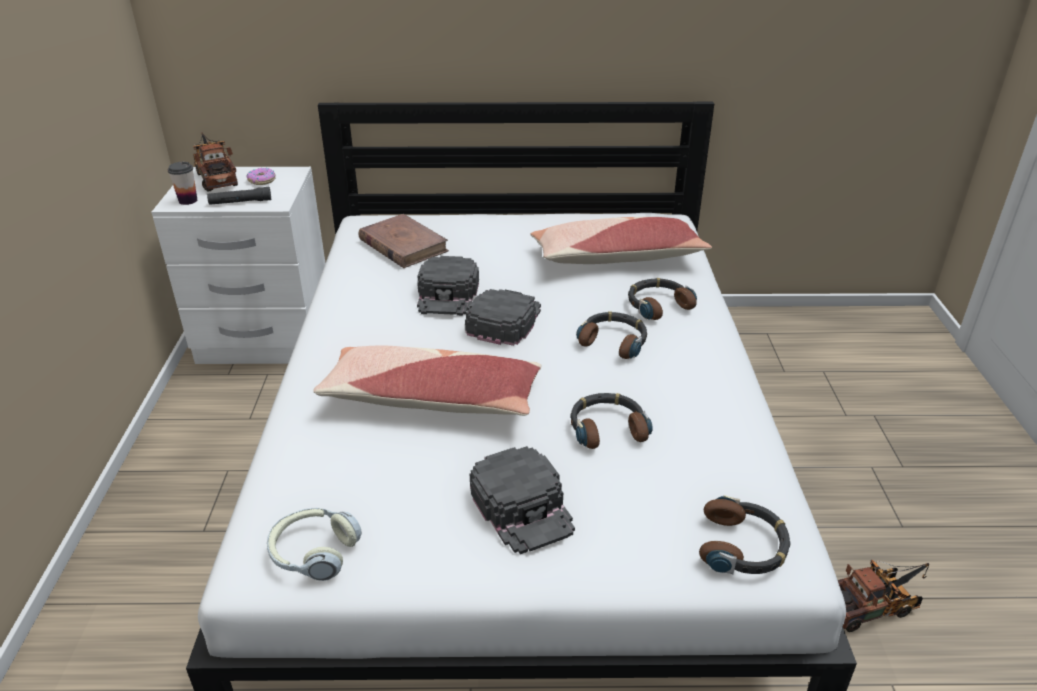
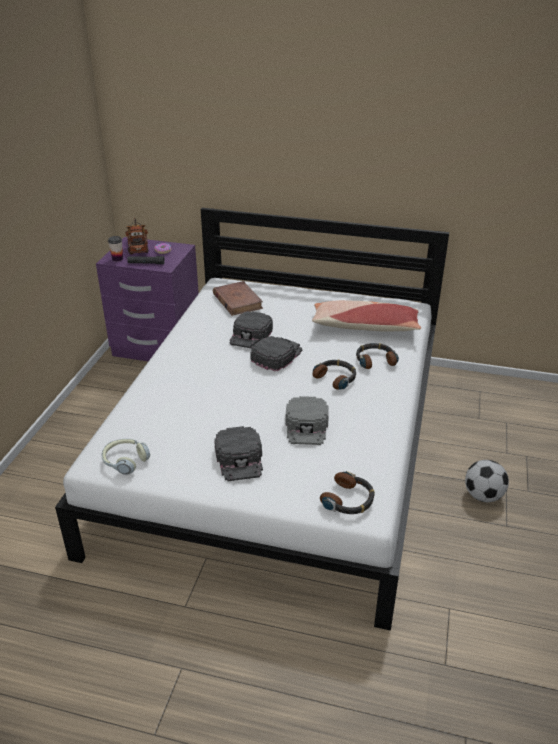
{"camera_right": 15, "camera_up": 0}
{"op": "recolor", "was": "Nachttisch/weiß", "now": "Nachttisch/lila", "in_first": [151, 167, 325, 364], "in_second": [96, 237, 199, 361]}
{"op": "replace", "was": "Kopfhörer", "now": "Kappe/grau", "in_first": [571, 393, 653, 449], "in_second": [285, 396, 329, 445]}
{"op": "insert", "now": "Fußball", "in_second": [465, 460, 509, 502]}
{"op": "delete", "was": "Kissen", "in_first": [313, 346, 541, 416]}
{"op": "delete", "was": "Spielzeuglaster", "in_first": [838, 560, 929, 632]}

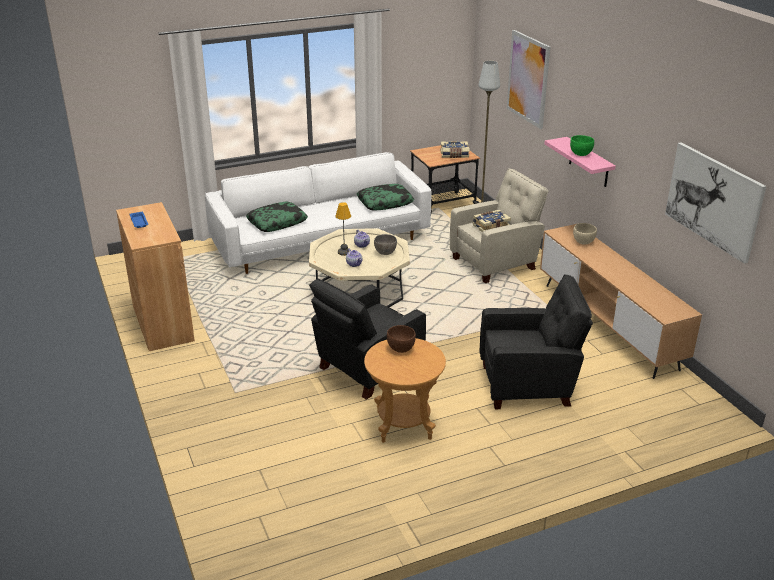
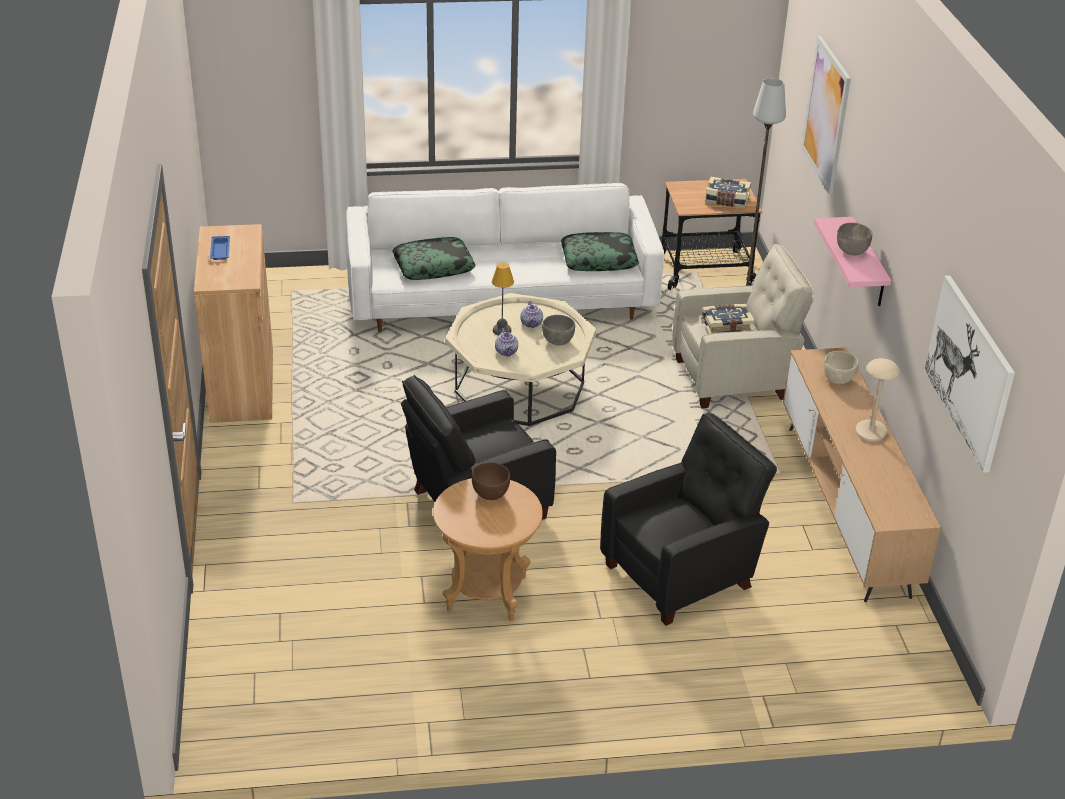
{"camera_right": 15, "camera_up": 5}
{"op": "rotate", "was": "Sessel/schwarz", "in_first": [480, 274, 593, 409], "in_second": [600, 413, 777, 626], "clockwise": -45}
{"op": "recolor", "was": "Schüssel/grün", "now": "Schüssel/grau", "in_first": [570, 135, 594, 156], "in_second": [837, 223, 872, 255]}
{"op": "insert", "now": "Tischlampe/beige", "in_second": [856, 358, 900, 442]}

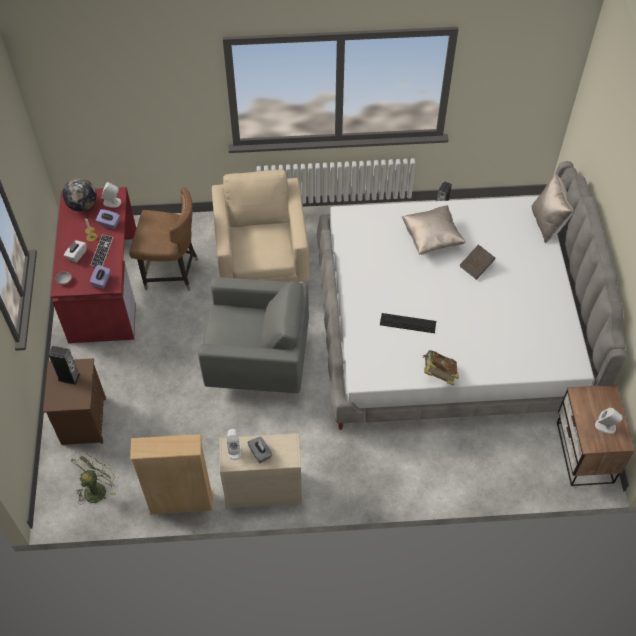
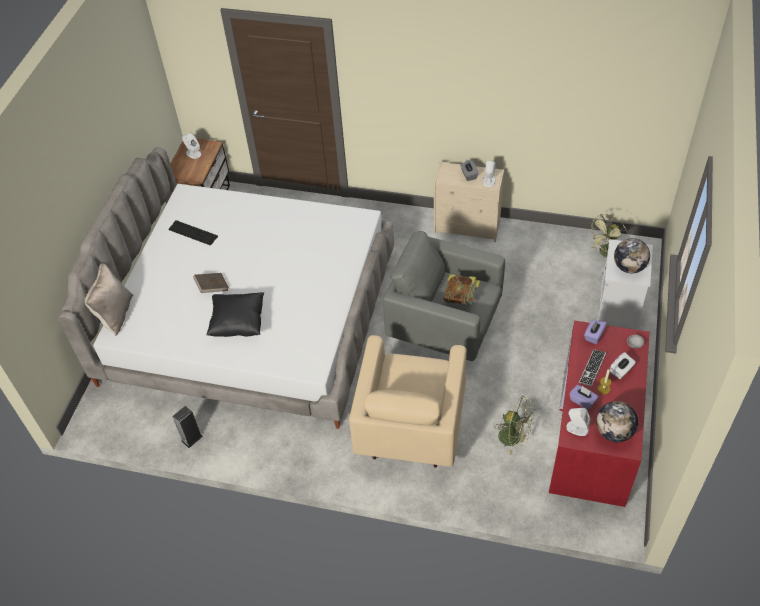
{"camera_right": -160, "camera_up": -5}
{"op": "move", "was": "Tastatur", "in_first": [380, 313, 436, 333], "in_second": [168, 220, 218, 246]}
{"op": "recolor", "was": "Kissen/beige", "now": "Kissen/schwarz", "in_first": [402, 205, 466, 255], "in_second": [206, 292, 264, 337]}
{"op": "move", "was": "Buch", "in_first": [423, 350, 459, 386], "in_second": [443, 274, 480, 305]}
{"op": "replace", "was": "Stuhl/braun", "now": "Ventilator/grün", "in_first": [129, 187, 198, 291], "in_second": [495, 396, 536, 455]}
{"op": "recolor", "was": "Nachttisch/braun", "now": "Nachttisch/weiß", "in_first": [43, 358, 106, 445], "in_second": [597, 239, 653, 329]}
{"op": "replace", "was": "Lautsprecher", "now": "Globus", "in_first": [49, 346, 80, 385], "in_second": [614, 238, 650, 273]}
{"op": "delete", "was": "Bücherregal/beige", "in_first": [130, 434, 213, 515]}

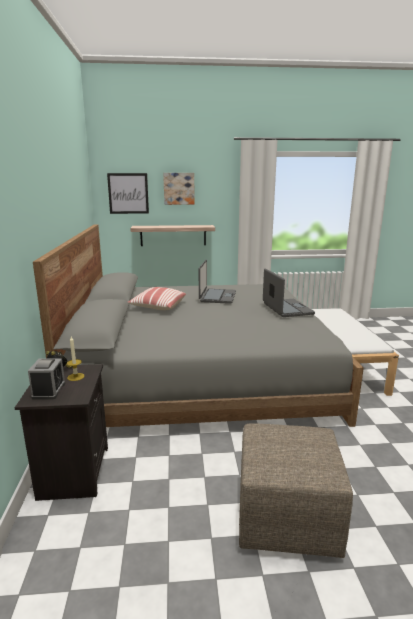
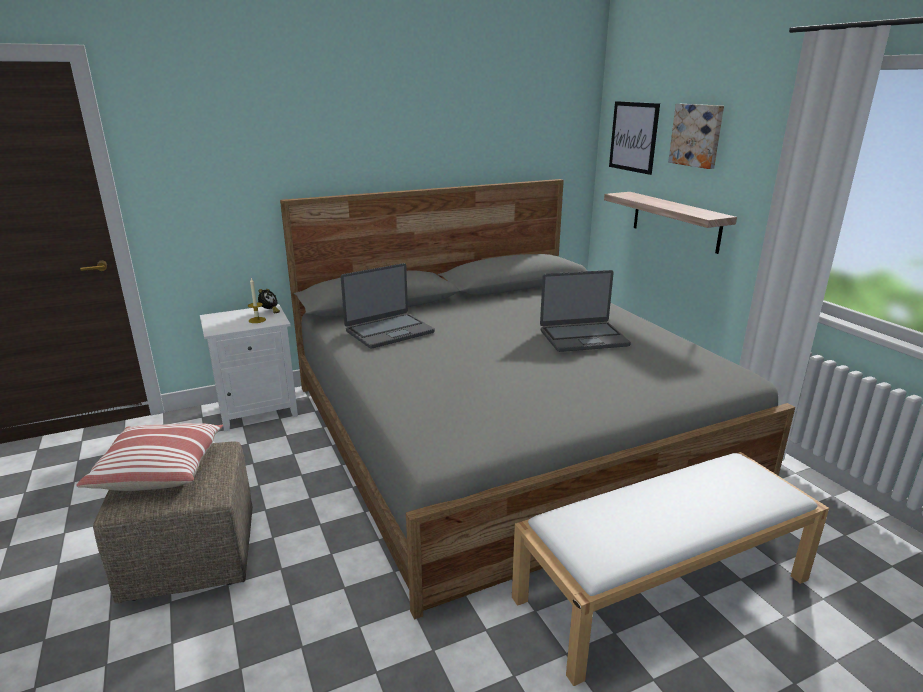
{"camera_right": 70, "camera_up": 5}
{"op": "move", "was": "Kissen", "in_first": [128, 287, 186, 310], "in_second": [76, 423, 223, 491]}
{"op": "recolor", "was": "Nachttisch/schwarz", "now": "Nachttisch/weiß", "in_first": [15, 364, 108, 501], "in_second": [200, 304, 298, 432]}
{"op": "move", "was": "Laptop", "in_first": [263, 268, 315, 317], "in_second": [341, 263, 435, 349]}
{"op": "delete", "was": "Wecker", "in_first": [28, 358, 66, 400]}

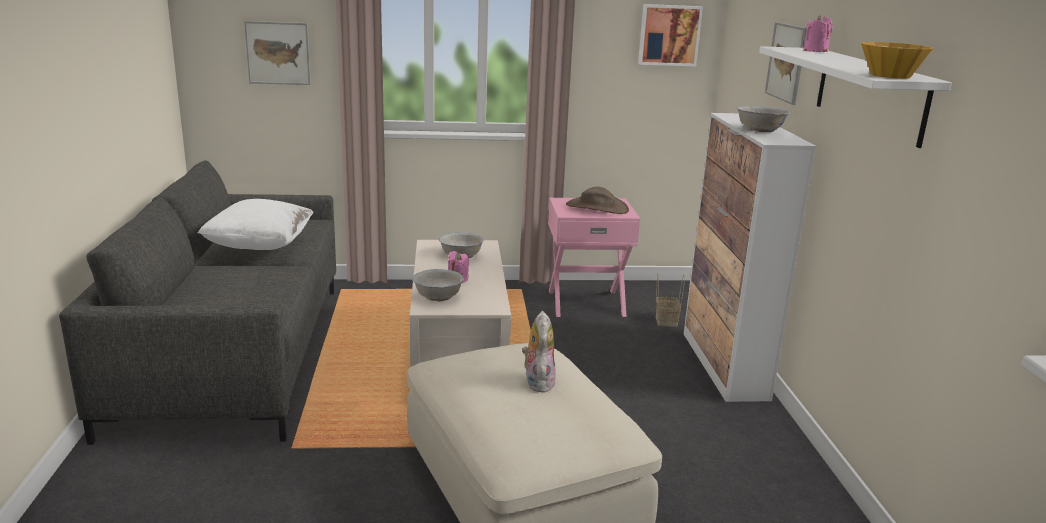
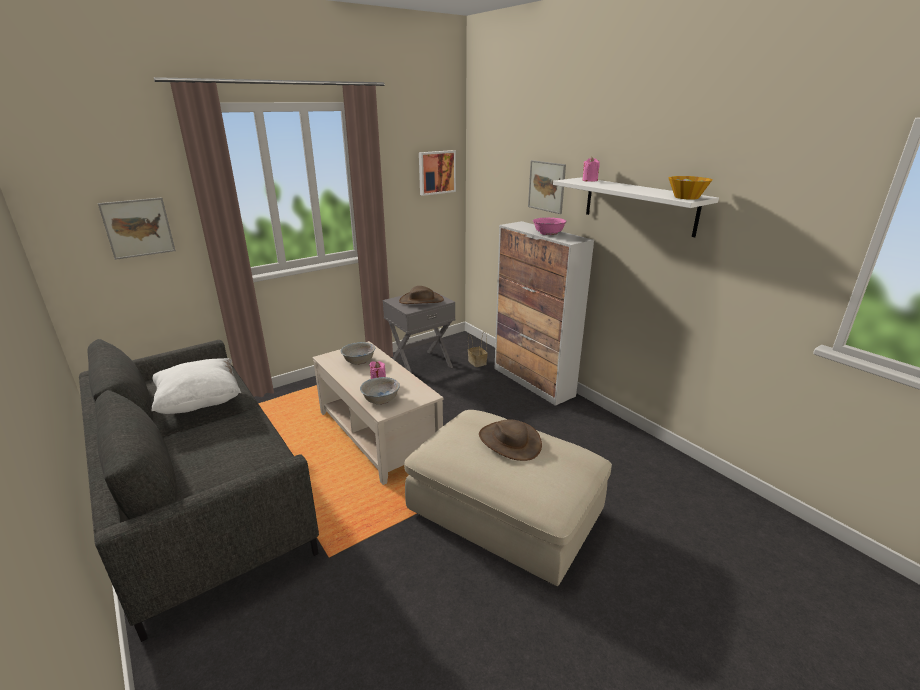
{"camera_right": -30, "camera_up": 5}
{"op": "recolor", "was": "Nachttisch/rosa", "now": "Nachttisch/grau", "in_first": [548, 198, 640, 317], "in_second": [383, 291, 455, 373]}
{"op": "replace", "was": "Plüschtier", "now": "Hut/braun", "in_first": [522, 311, 556, 393], "in_second": [479, 419, 542, 461]}
{"op": "recolor", "was": "Schüssel/weiß", "now": "Schüssel/rosa", "in_first": [736, 106, 790, 132], "in_second": [533, 218, 567, 235]}

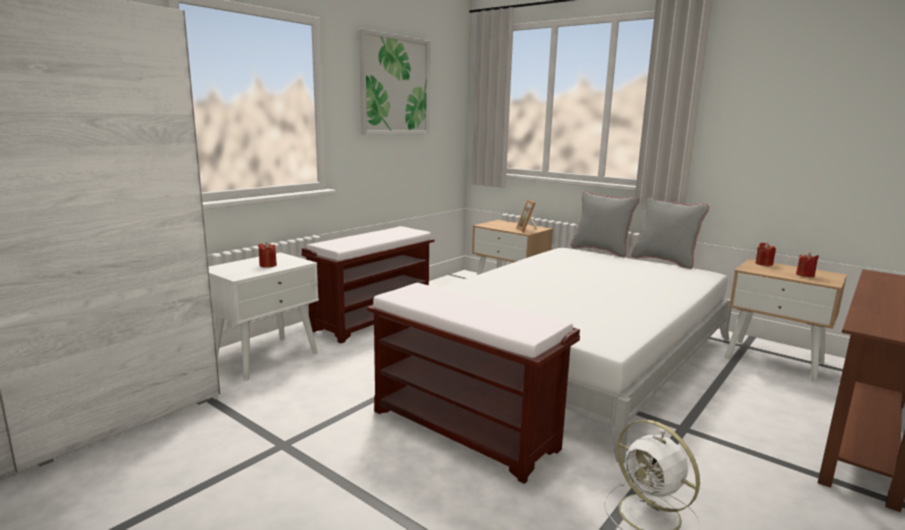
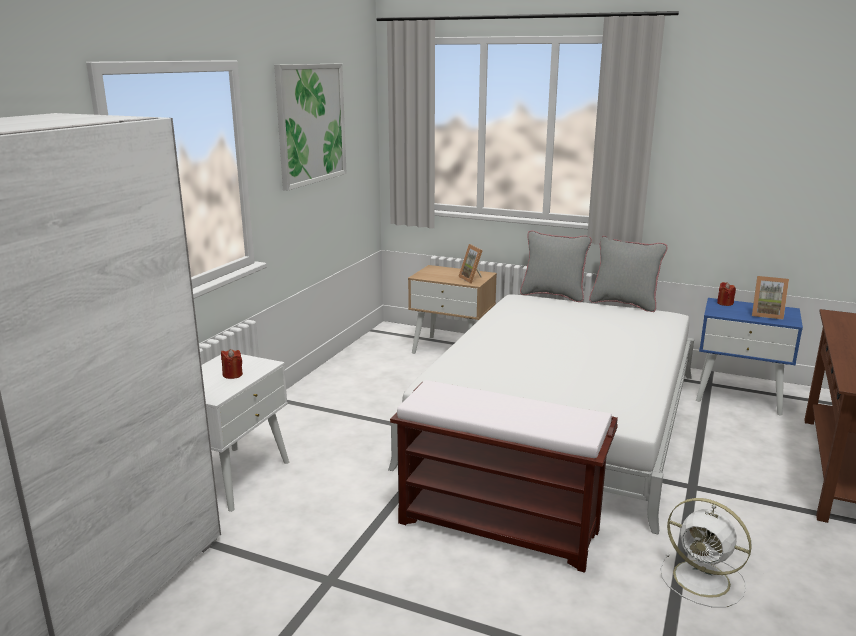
{"camera_right": -15, "camera_up": 5}
{"op": "recolor", "was": "Nachttisch/beige", "now": "Nachttisch/blau", "in_first": [725, 259, 847, 382], "in_second": [696, 298, 803, 415]}
{"op": "replace", "was": "Kerze/rot", "now": "Bilderrahmen", "in_first": [796, 252, 819, 277], "in_second": [752, 276, 789, 320]}
{"op": "delete", "was": "Bank/braun", "in_first": [301, 226, 435, 344]}

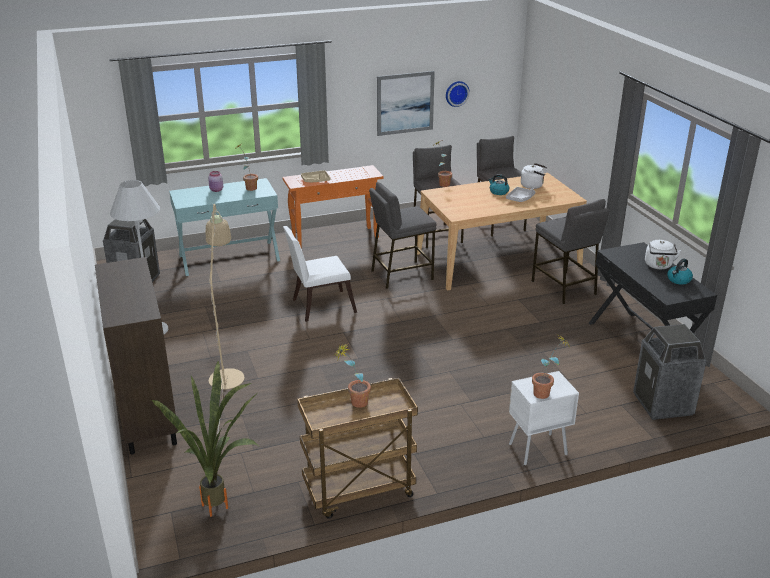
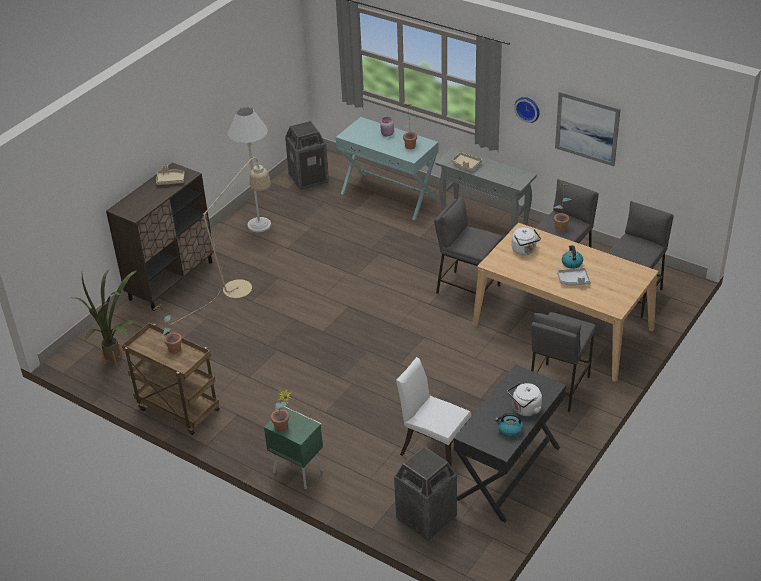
{"camera_right": 55, "camera_up": 10}
{"op": "insert", "now": "Tablett/beige", "in_second": [156, 165, 185, 185]}
{"op": "recolor", "was": "Nachttisch/weiß", "now": "Nachttisch/grün", "in_first": [509, 371, 579, 466], "in_second": [264, 407, 324, 489]}
{"op": "move", "was": "Stuhl/weiß", "in_first": [283, 226, 357, 322], "in_second": [396, 357, 471, 466]}
{"op": "recolor", "was": "Konsolentisch/orange", "now": "Konsolentisch/grau", "in_first": [283, 165, 383, 246], "in_second": [435, 147, 537, 229]}
{"op": "move", "was": "Wasserkessel/weiß", "in_first": [521, 163, 547, 189], "in_second": [511, 227, 541, 255]}
{"op": "move", "was": "Wanduhr", "in_first": [446, 81, 470, 107], "in_second": [514, 97, 540, 123]}

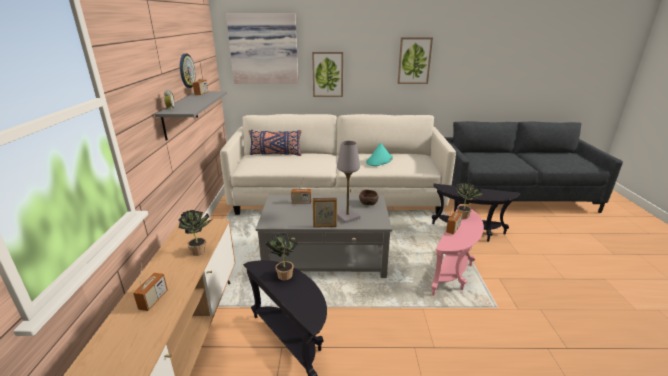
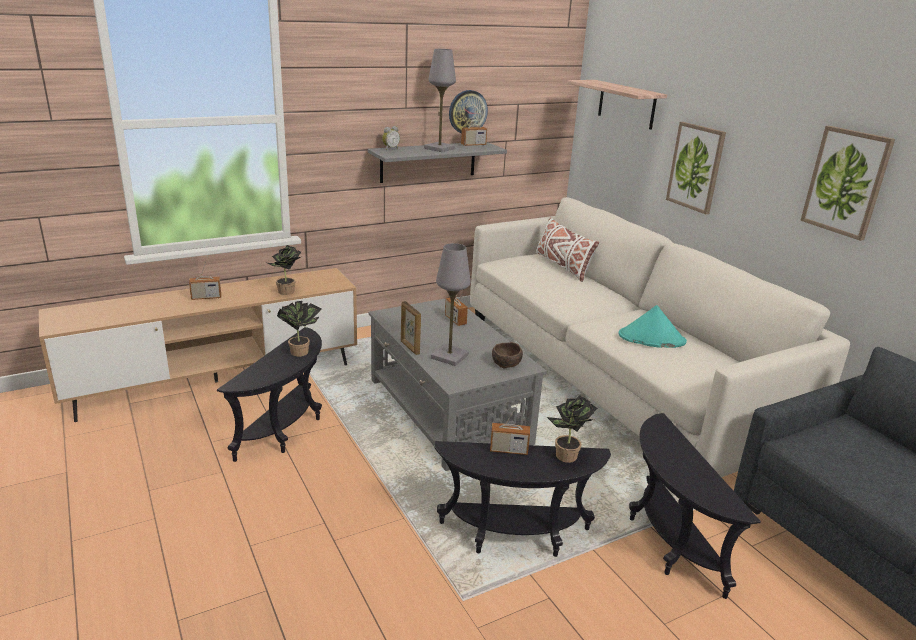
{"camera_right": 60, "camera_up": 0}
{"op": "insert", "now": "Tischlampe/grau", "in_second": [424, 49, 456, 152]}
{"op": "recolor", "was": "Beistelltisch/rosa", "now": "Beistelltisch/schwarz", "in_first": [431, 204, 484, 296], "in_second": [434, 441, 611, 557]}
{"op": "recolor", "was": "Kissen/blau", "now": "Kissen/weiß", "in_first": [248, 130, 302, 156], "in_second": [536, 218, 599, 282]}
{"op": "replace", "was": "Bild", "now": "Wandregal", "in_first": [226, 13, 298, 84], "in_second": [568, 80, 667, 130]}

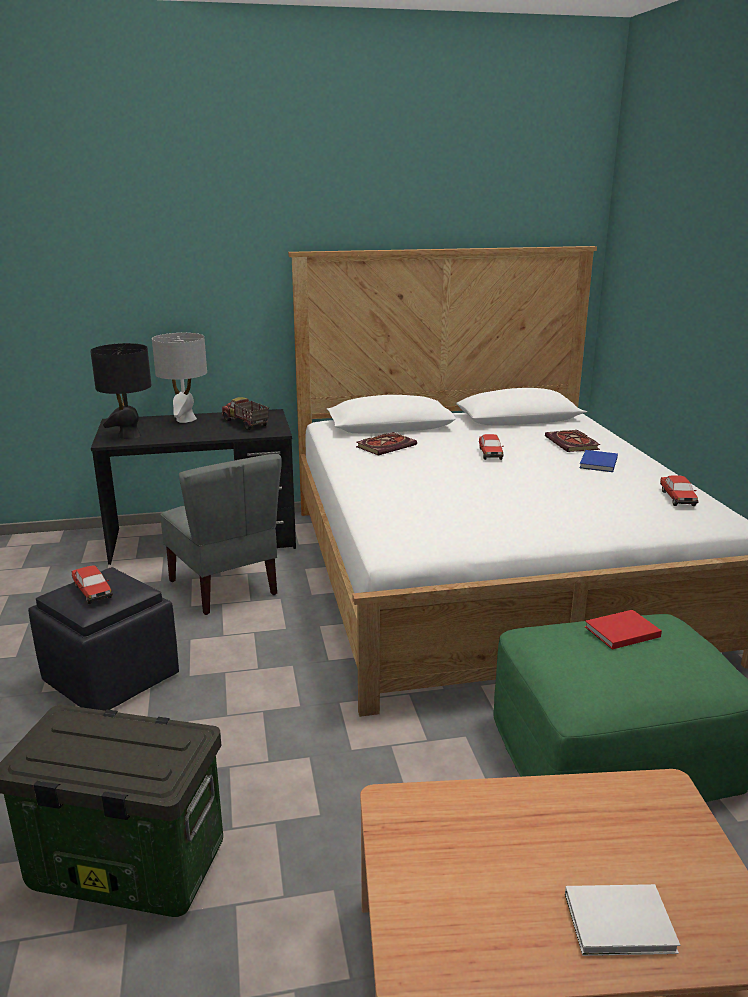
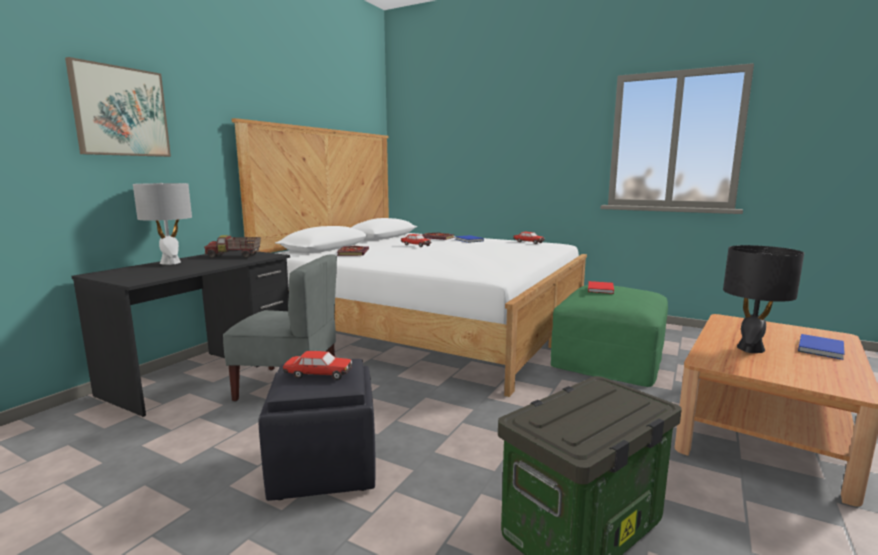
{"camera_right": -50, "camera_up": -10}
{"op": "insert", "now": "Bild", "in_second": [65, 57, 171, 157]}
{"op": "move", "was": "Tischlampe/schwarz", "in_first": [90, 343, 152, 439], "in_second": [723, 245, 804, 353]}
{"op": "recolor", "was": "Buch/weiß", "now": "Buch/blau", "in_first": [565, 884, 680, 956], "in_second": [798, 334, 845, 360]}

